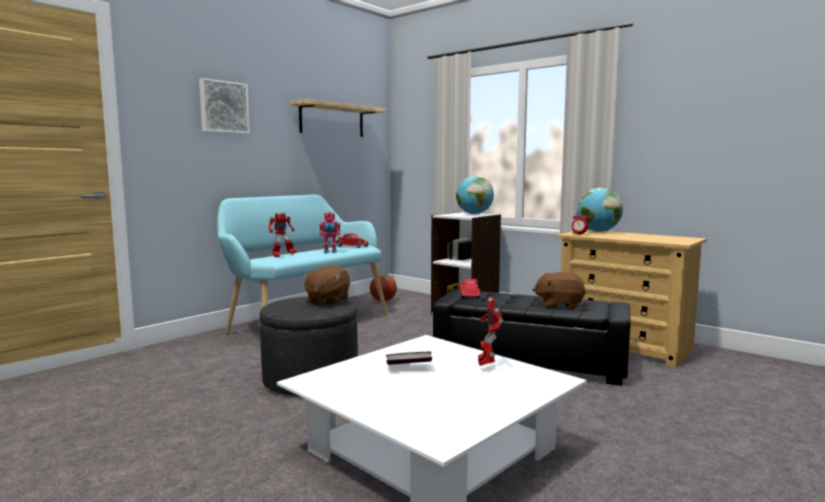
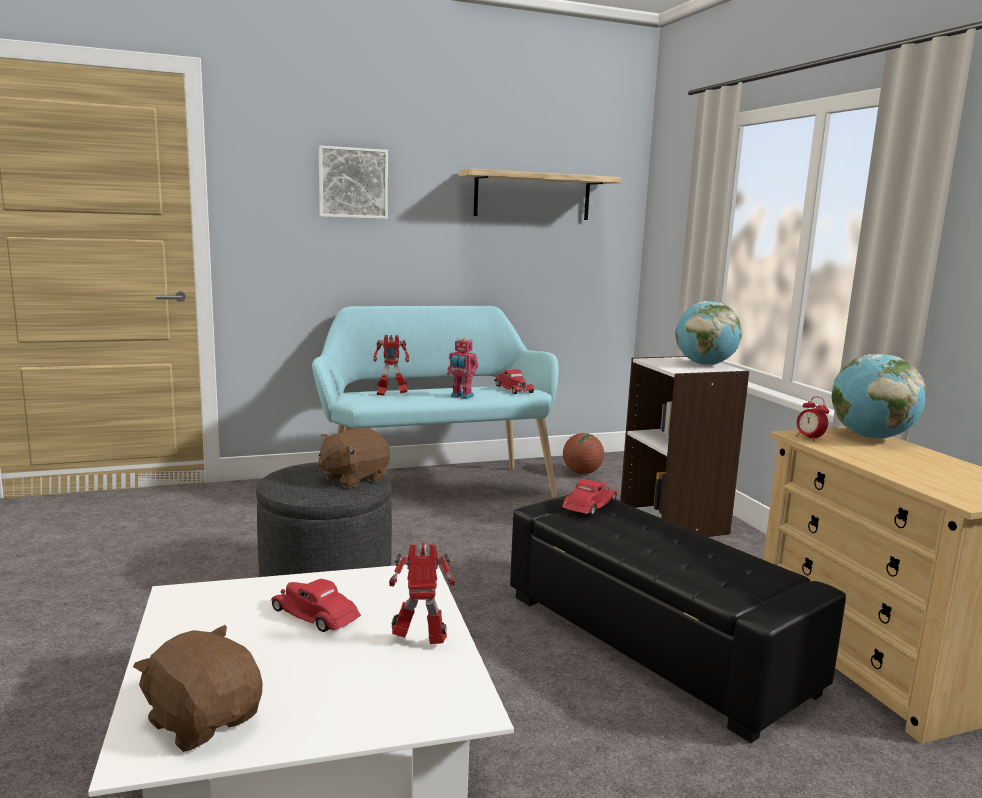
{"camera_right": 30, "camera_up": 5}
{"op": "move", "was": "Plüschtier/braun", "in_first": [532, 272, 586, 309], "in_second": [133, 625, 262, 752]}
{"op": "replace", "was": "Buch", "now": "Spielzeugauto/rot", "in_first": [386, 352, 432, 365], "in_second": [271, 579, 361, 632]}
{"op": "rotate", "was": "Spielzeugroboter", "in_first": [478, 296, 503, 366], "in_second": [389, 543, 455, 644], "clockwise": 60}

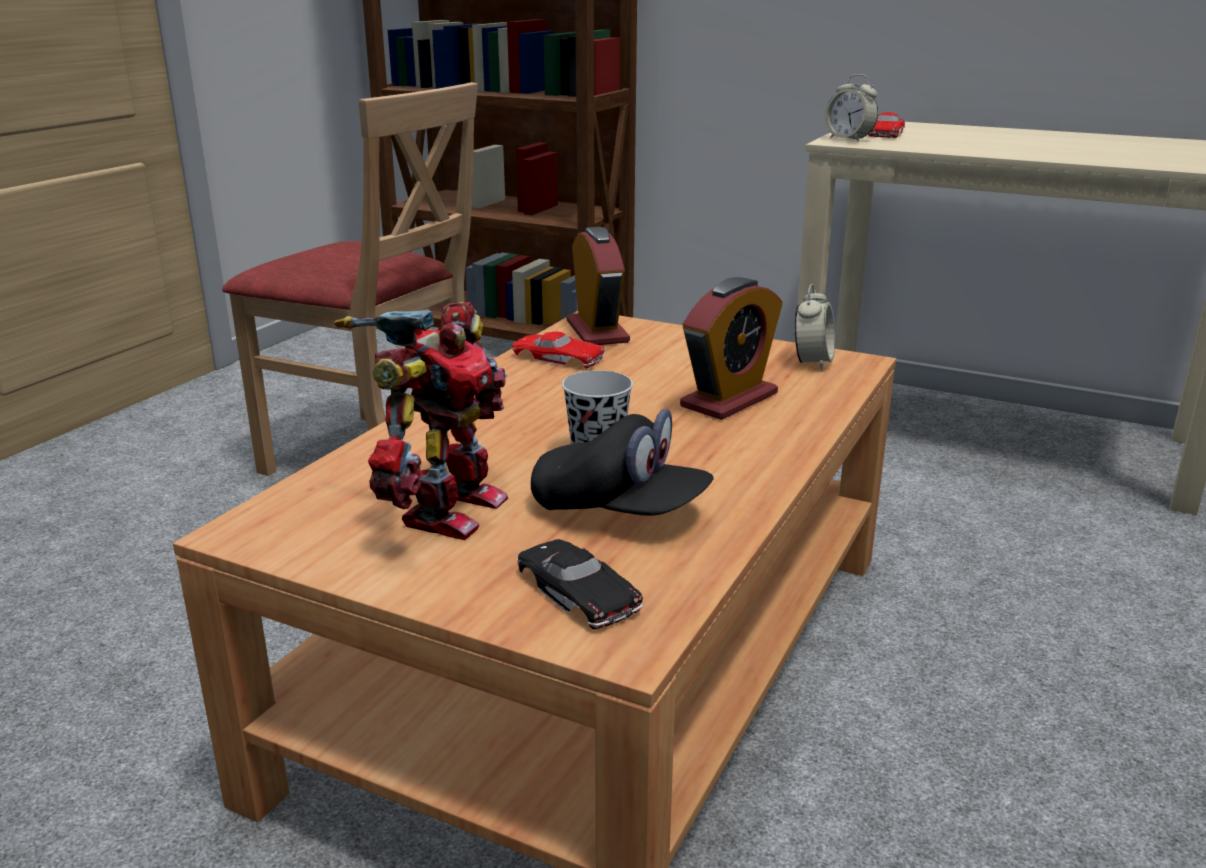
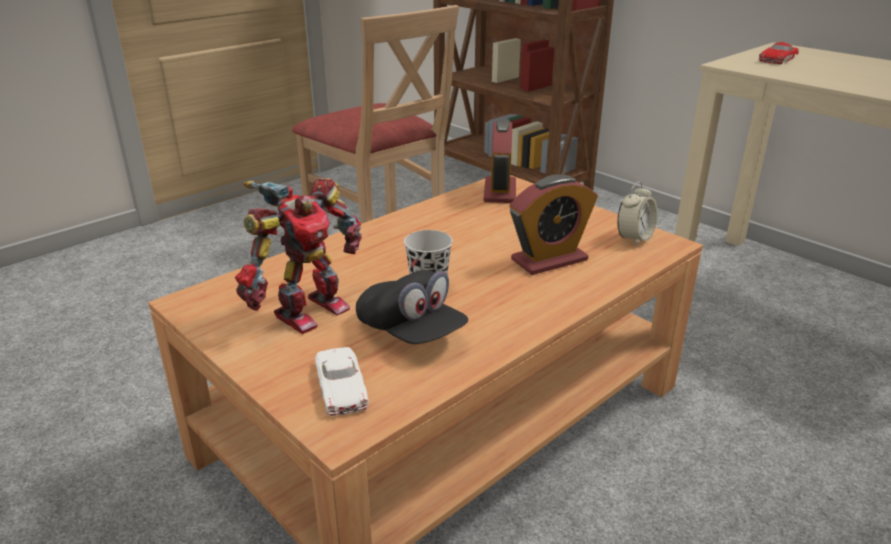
{"camera_right": 20, "camera_up": 5}
{"op": "recolor", "was": "Spielzeugauto/schwarz", "now": "Spielzeugauto/weiß", "in_first": [517, 539, 643, 630], "in_second": [315, 347, 369, 416]}
{"op": "delete", "was": "Spielzeugauto/rot", "in_first": [512, 332, 605, 369]}
{"op": "delete", "was": "Wecker", "in_first": [825, 74, 878, 142]}

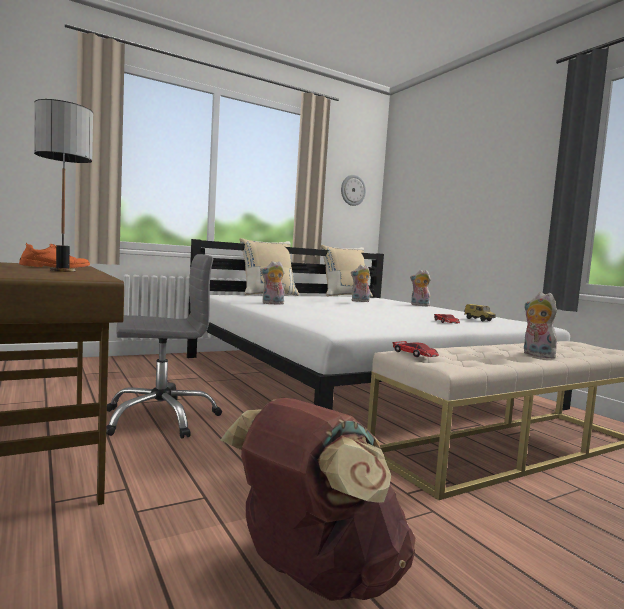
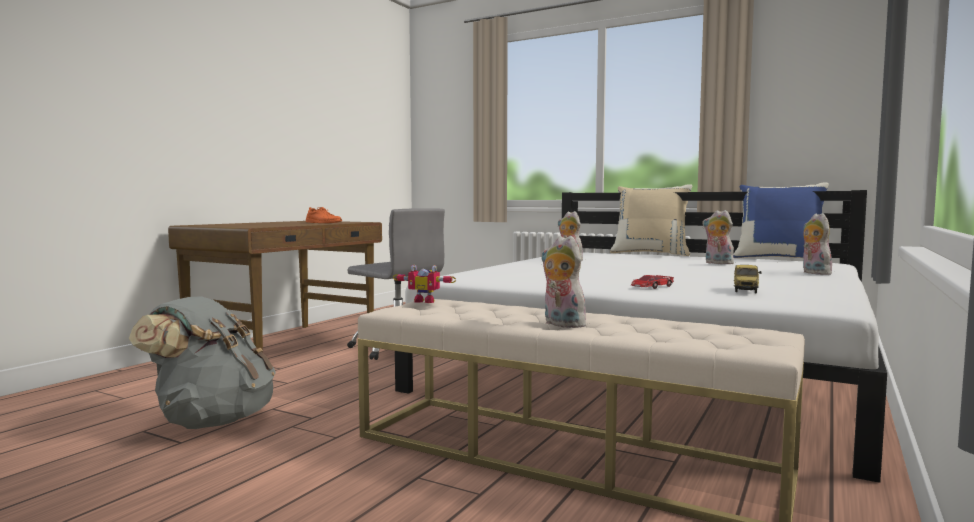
{"camera_right": 60, "camera_up": 0}
{"op": "recolor", "was": "Rucksack/braun", "now": "Rucksack/grau", "in_first": [221, 398, 416, 601], "in_second": [129, 296, 276, 429]}
{"op": "replace", "was": "Spielzeugauto", "now": "Spielzeugroboter", "in_first": [392, 341, 439, 357], "in_second": [393, 265, 456, 303]}
{"op": "rotate", "was": "Plüschtier", "in_first": [524, 292, 559, 359], "in_second": [541, 236, 588, 328], "clockwise": -75}
{"op": "recolor", "was": "Kissen/beige", "now": "Kissen/blau", "in_first": [321, 245, 373, 297], "in_second": [733, 182, 829, 258]}
{"op": "delete", "was": "Tischlampe", "in_first": [34, 99, 93, 272]}
{"op": "delete", "was": "Wanduhr", "in_first": [341, 175, 366, 206]}

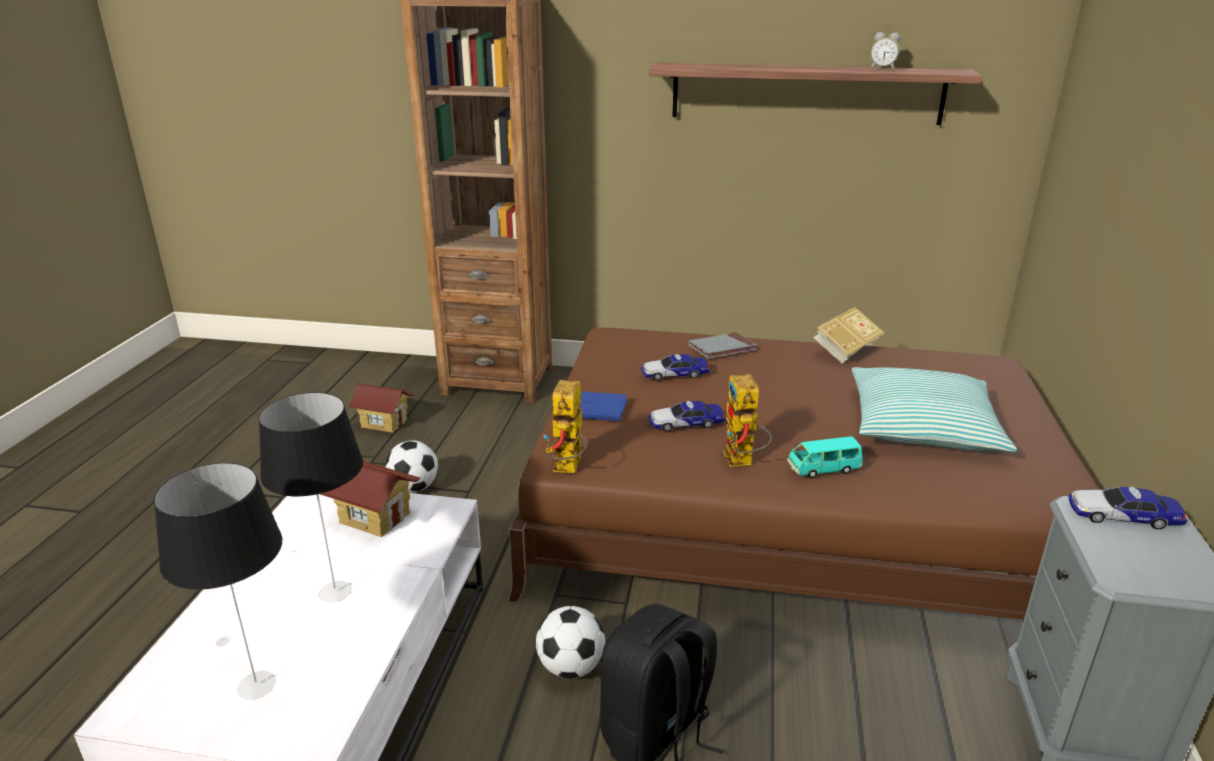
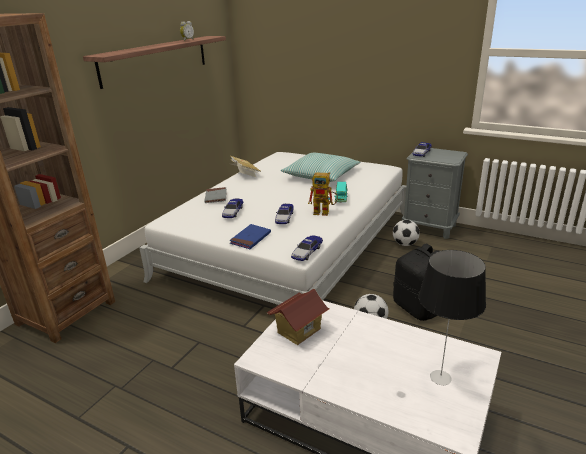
{"camera_right": -70, "camera_up": 0}
{"op": "recolor", "was": "Bett/braun", "now": "Bett/weiß", "in_first": [508, 328, 1100, 620], "in_second": [139, 152, 406, 305]}
{"op": "replace", "was": "Spielzeugroboter", "now": "Spielzeugauto", "in_first": [543, 380, 587, 473], "in_second": [291, 235, 323, 261]}
{"op": "move", "was": "Fußball", "in_first": [385, 440, 438, 493], "in_second": [393, 220, 420, 246]}
{"op": "delete", "was": "Tischlampe", "in_first": [259, 392, 363, 602]}
{"op": "delete", "was": "Spielzeughaus", "in_first": [348, 384, 414, 433]}

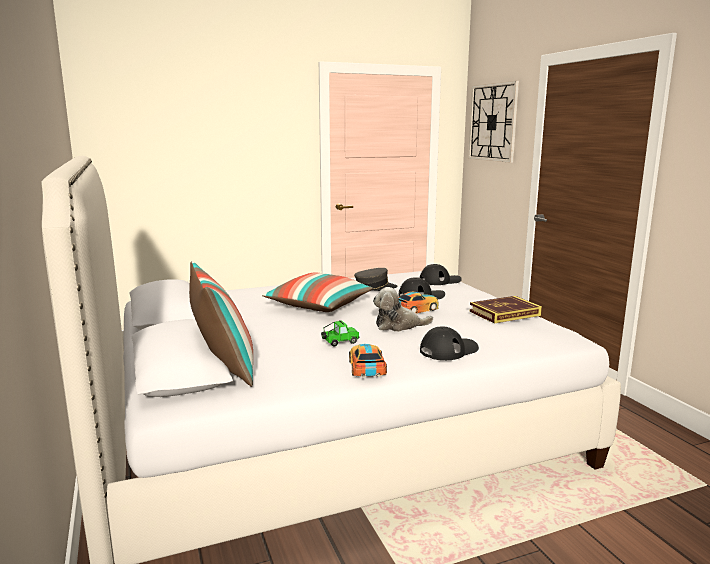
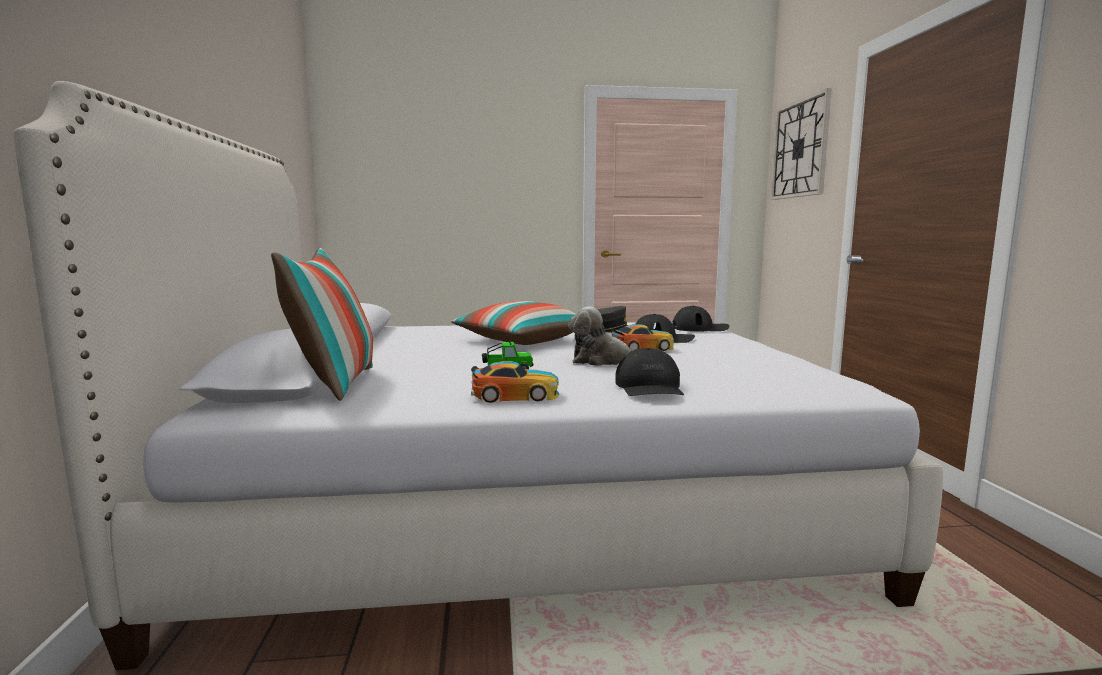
{"camera_right": 15, "camera_up": -5}
{"op": "rotate", "was": "Spielzeugauto", "in_first": [349, 344, 387, 378], "in_second": [471, 361, 559, 403], "clockwise": 75}
{"op": "rotate", "was": "Kappe/schwarz", "in_first": [420, 326, 479, 360], "in_second": [615, 348, 684, 396], "clockwise": 105}
{"op": "delete", "was": "Buch", "in_first": [470, 296, 542, 324]}

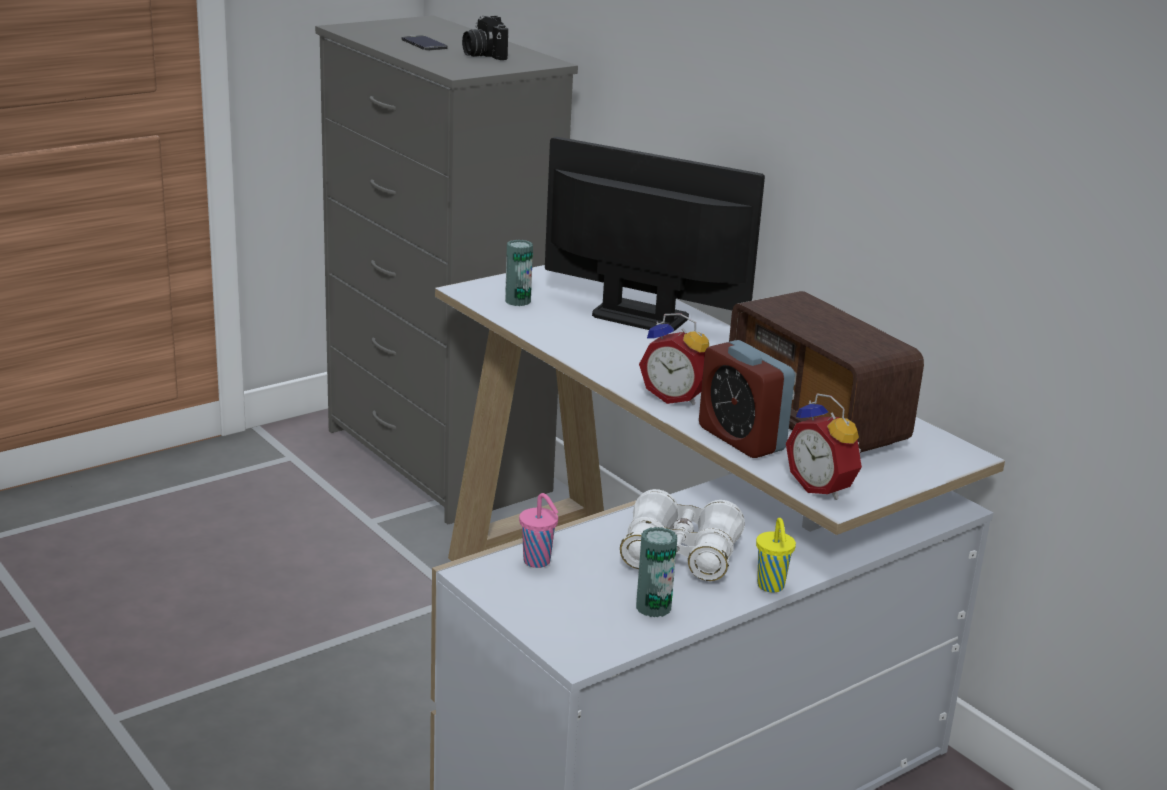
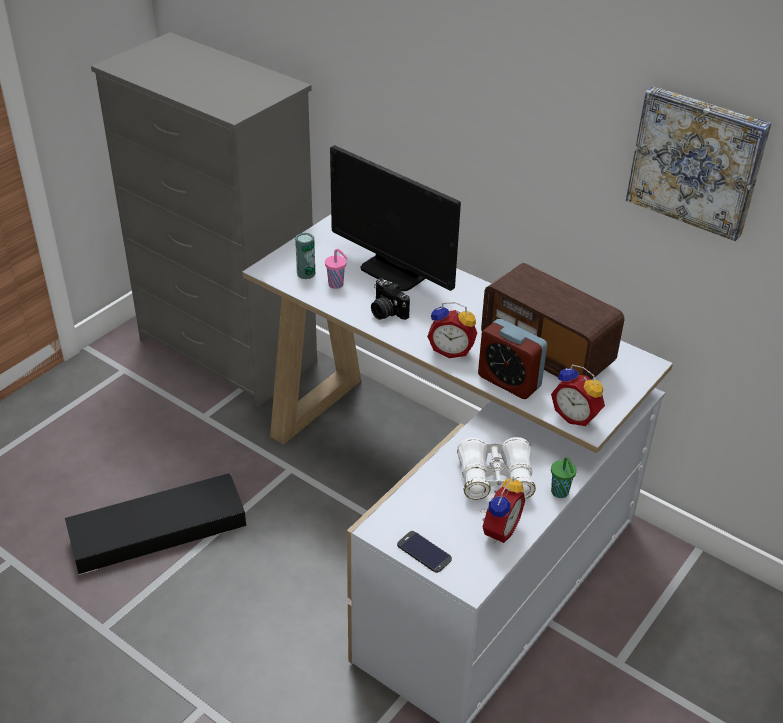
{"camera_right": -15, "camera_up": 15}
{"op": "insert", "now": "Aufbewahrungsbox/schwarz", "in_second": [65, 473, 246, 575]}
{"op": "move", "was": "Tasse/rosa", "in_first": [519, 493, 558, 568], "in_second": [325, 249, 347, 289]}
{"op": "rotate", "was": "Monitor", "in_first": [545, 137, 765, 332], "in_second": [330, 145, 461, 291], "clockwise": -150}
{"op": "move", "was": "Kamera", "in_first": [462, 16, 508, 60], "in_second": [371, 278, 410, 320]}
{"op": "move", "was": "Handy", "in_first": [402, 35, 448, 50], "in_second": [397, 531, 452, 573]}
{"op": "replace", "was": "Dose", "now": "Wecker", "in_first": [636, 527, 677, 617], "in_second": [480, 476, 525, 544]}
{"op": "recolor", "was": "Tasse/gelb", "now": "Tasse/grün", "in_first": [756, 518, 796, 593], "in_second": [551, 457, 577, 498]}
{"op": "insert", "now": "Bild", "in_second": [626, 86, 772, 241]}

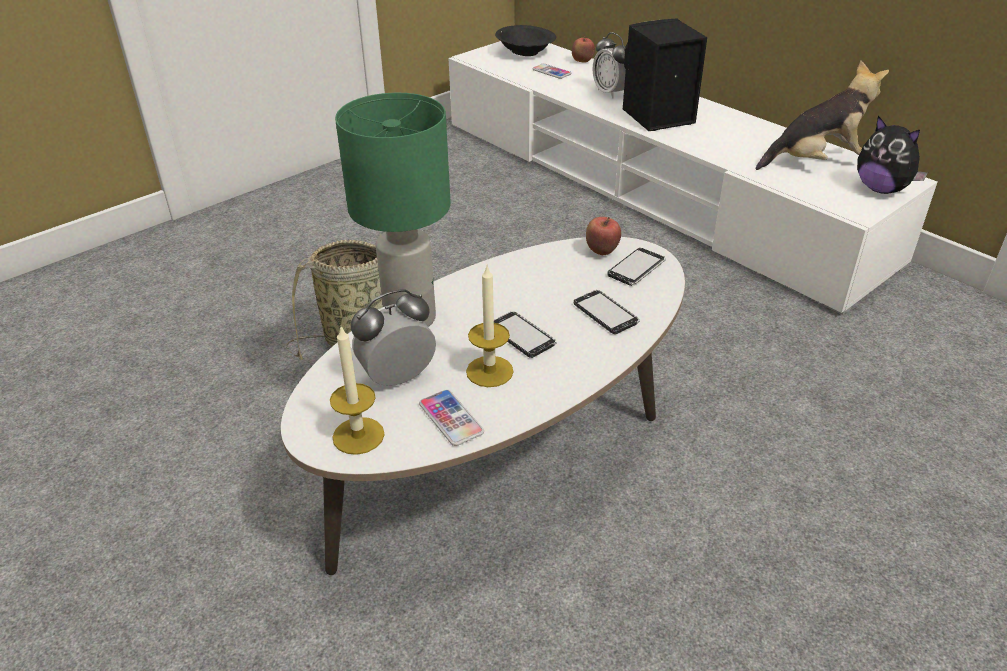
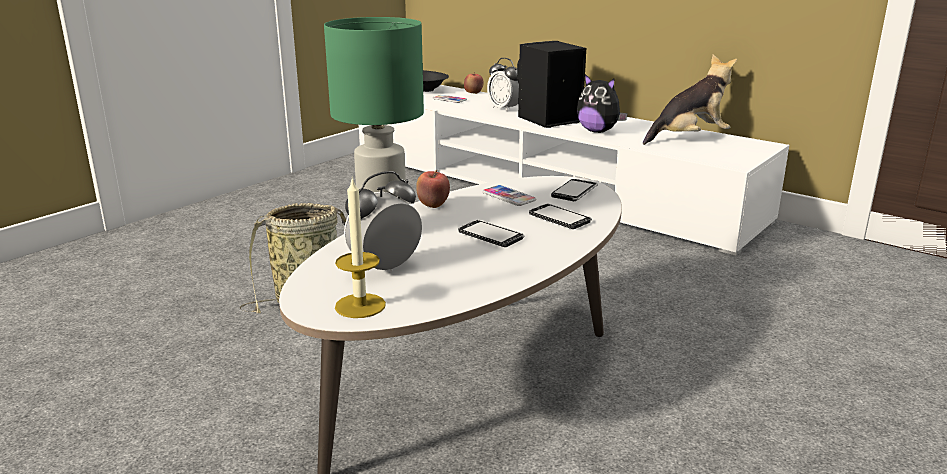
{"camera_right": -10, "camera_up": -15}
{"op": "move", "was": "Apfel", "in_first": [586, 217, 621, 255], "in_second": [416, 170, 450, 208]}
{"op": "move", "was": "Handy", "in_first": [419, 390, 484, 446], "in_second": [482, 185, 536, 206]}
{"op": "move", "was": "Plüschtier", "in_first": [857, 116, 928, 194], "in_second": [577, 74, 628, 133]}
{"op": "delete", "was": "Kerze", "in_first": [466, 266, 514, 387]}

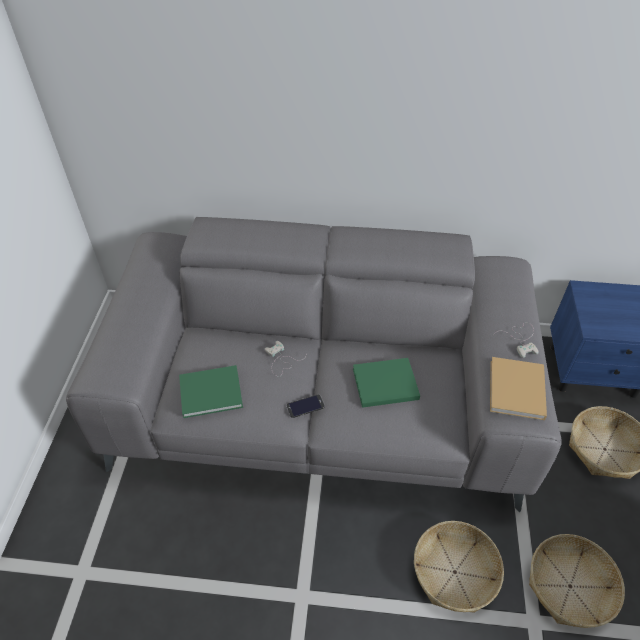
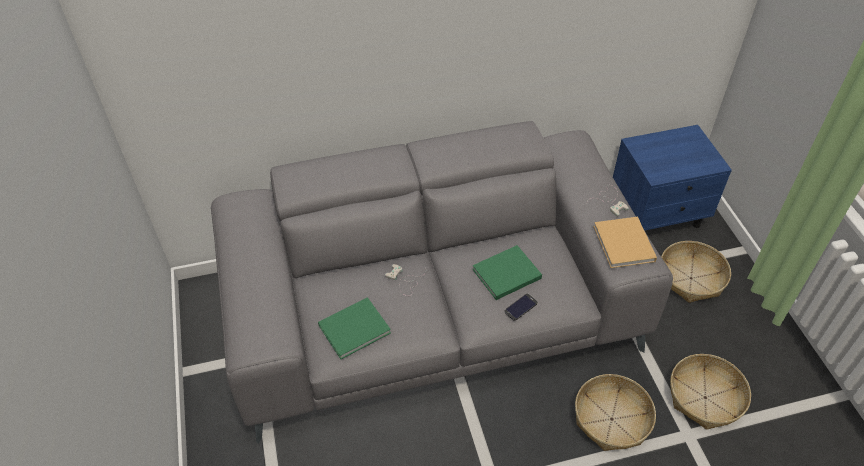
{"camera_right": -20, "camera_up": 0}
{"op": "move", "was": "Handy", "in_first": [287, 395, 325, 418], "in_second": [504, 294, 538, 321]}

